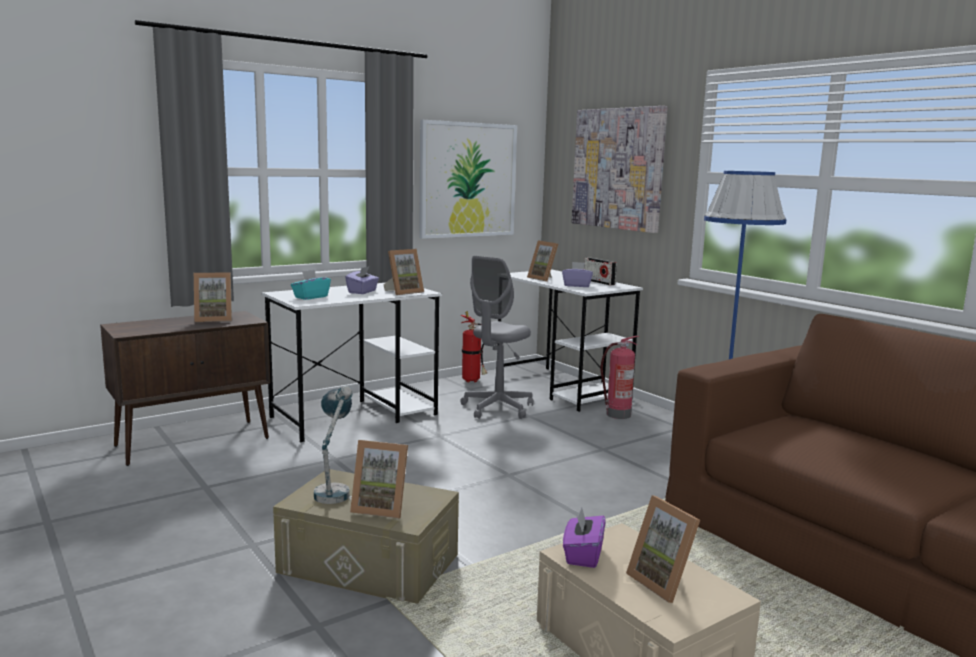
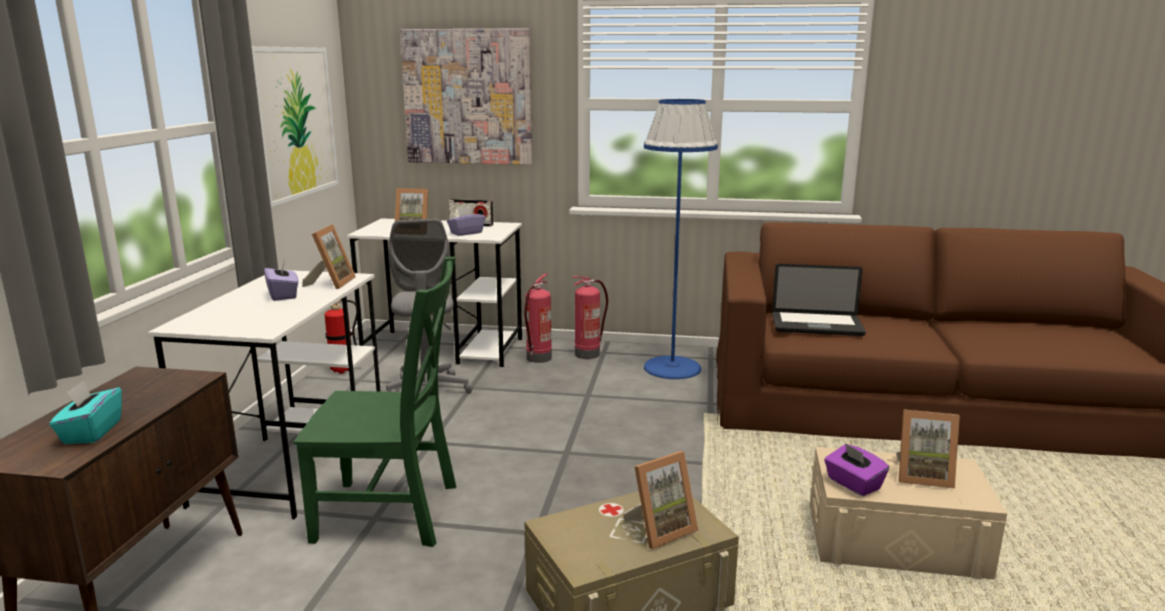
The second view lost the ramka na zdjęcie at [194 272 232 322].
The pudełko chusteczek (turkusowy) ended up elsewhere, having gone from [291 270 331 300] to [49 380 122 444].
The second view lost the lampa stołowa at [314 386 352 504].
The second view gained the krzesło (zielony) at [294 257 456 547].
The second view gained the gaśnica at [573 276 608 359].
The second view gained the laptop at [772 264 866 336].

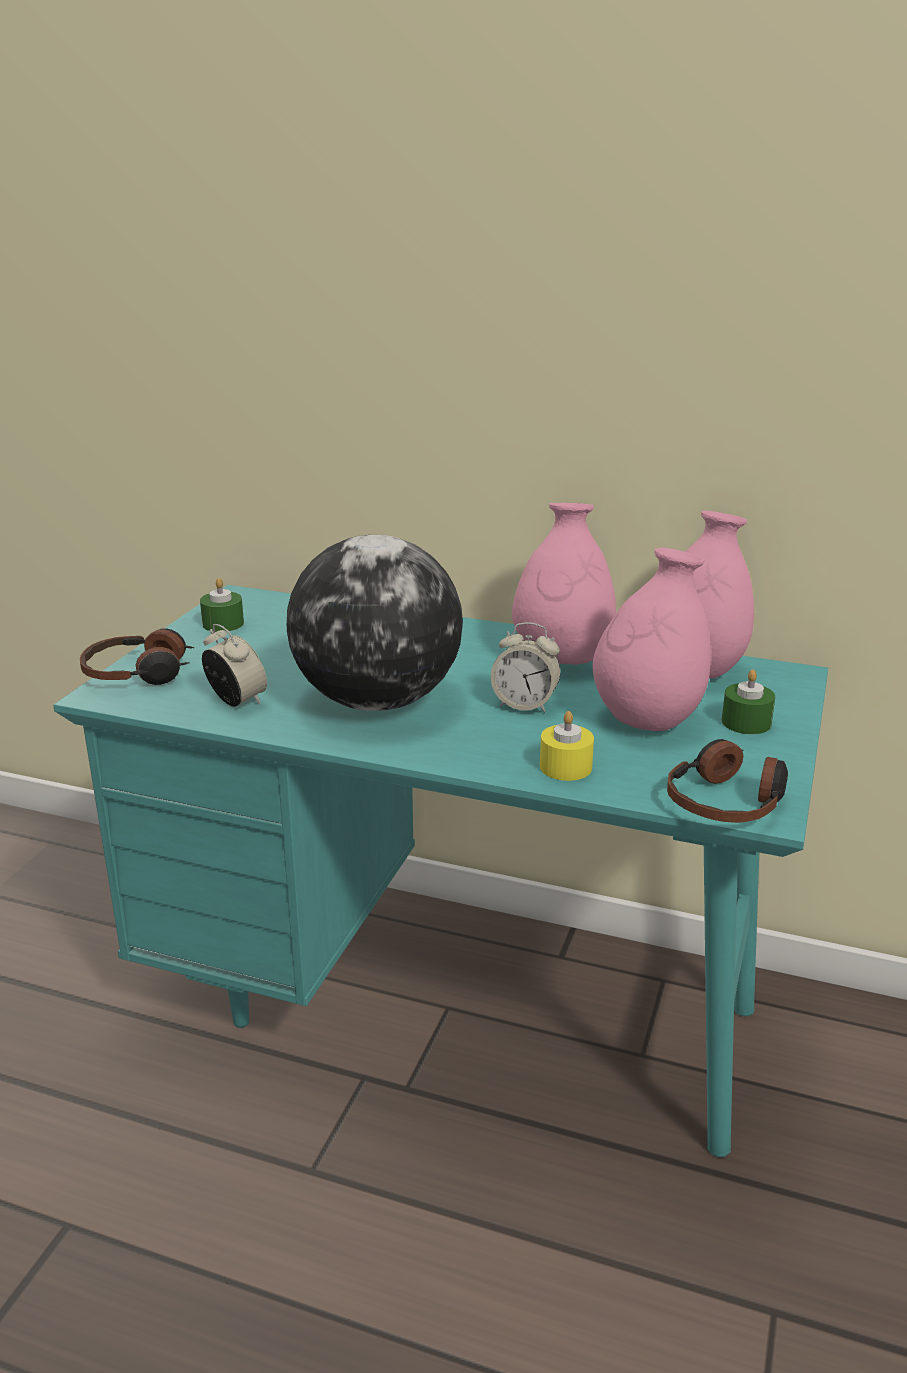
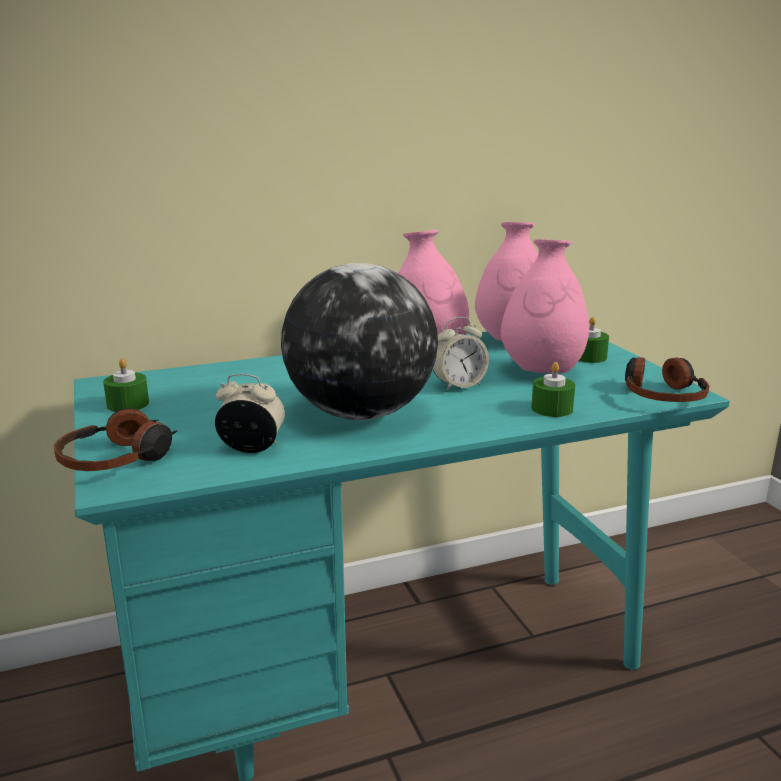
What was the świeca (żółty) at [540 711 594 781] turned into the świeca (zielony) at [531 362 575 417].

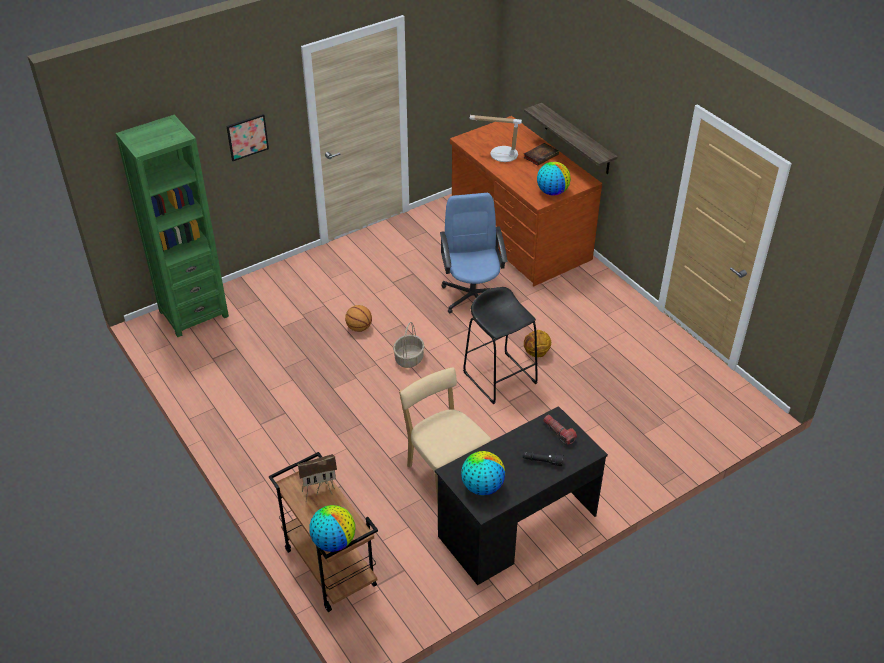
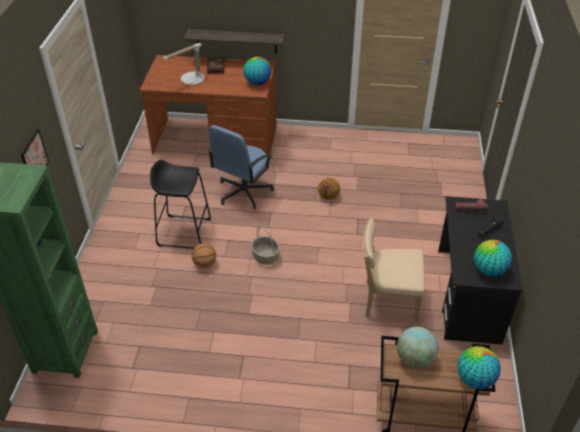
Where the domek stood at [297 454 337 501], the globus came to stand at [397 327 438 368].
The krzesło biurowe (niebieski) at [440 193 507 313] ended up facing another way, 90 degrees counterclockwise from before.
The stołek (czarny) ended up elsewhere, having gone from [463 287 538 404] to [150 160 211 249].

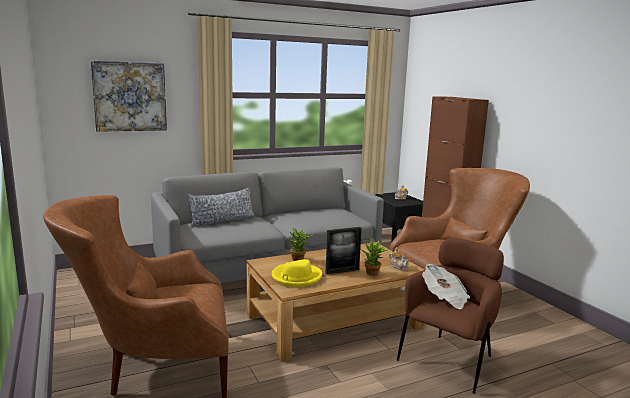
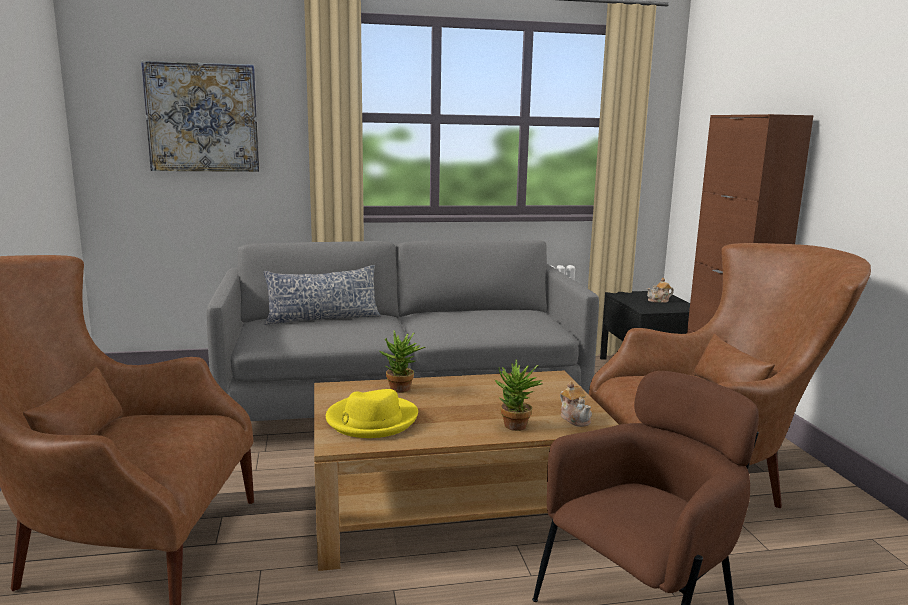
The second view lost the ramka na zdjęcie at [326 227 362 274].
The second view lost the gazeta at [422 264 470 309].

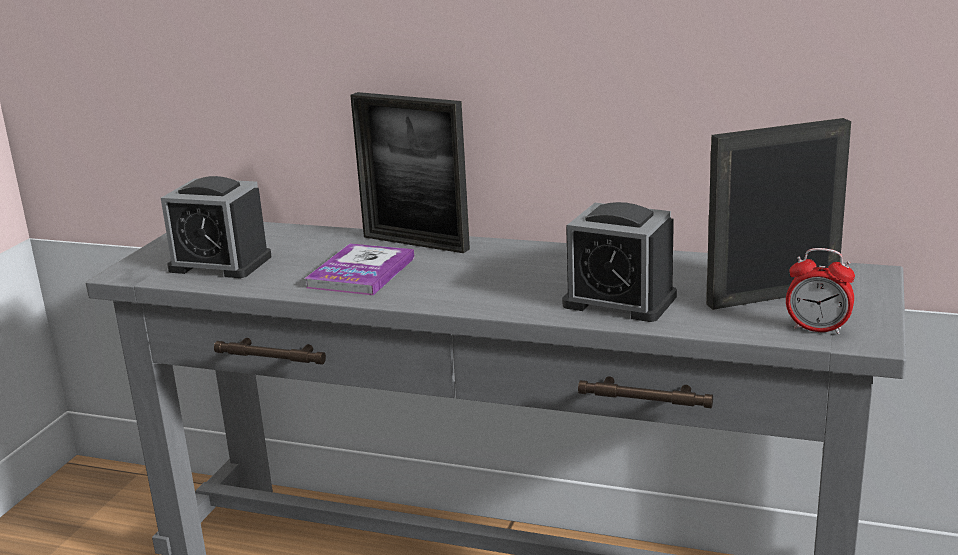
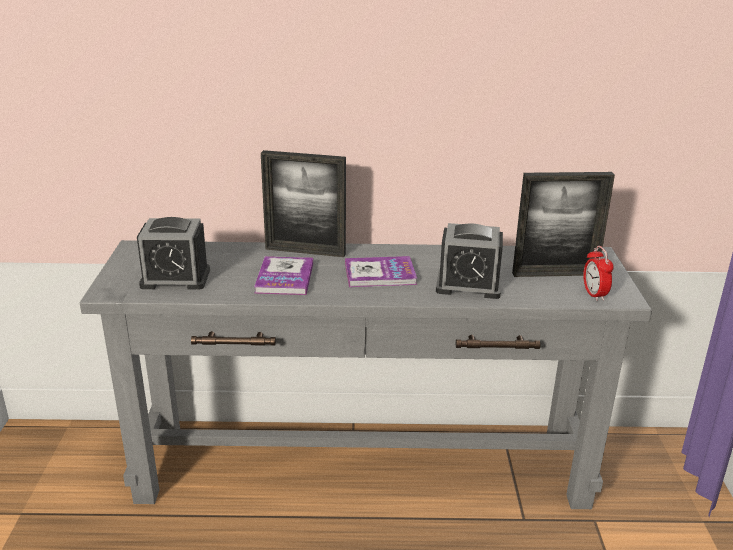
The ramka na zdjęcie at [706 118 851 310] ended up facing another way, 150 degrees counterclockwise from before.
The budzik at [786 248 855 335] ended up facing another way, 75 degrees clockwise from before.
The second view gained the książka at [345 256 418 287].

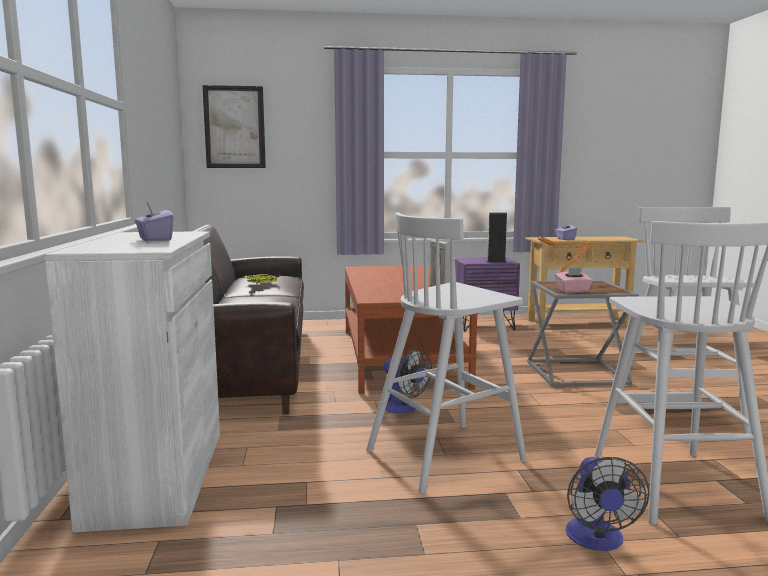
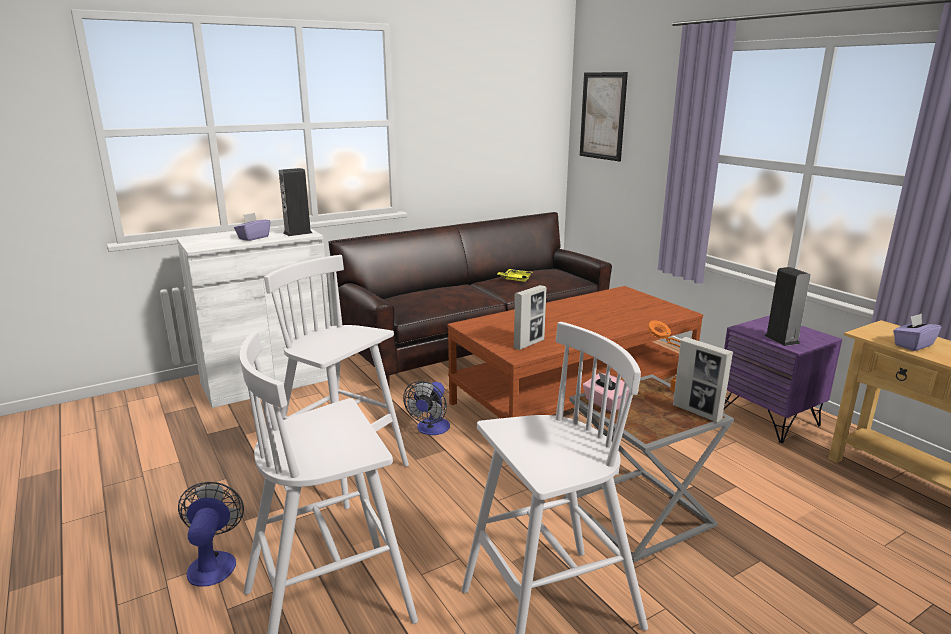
The wentylator at [566 457 650 551] ended up facing another way, 105 degrees clockwise from before.
The second view gained the głośnik at [279 168 312 236].
The second view gained the ramka na zdjęcie at [673 337 733 422].

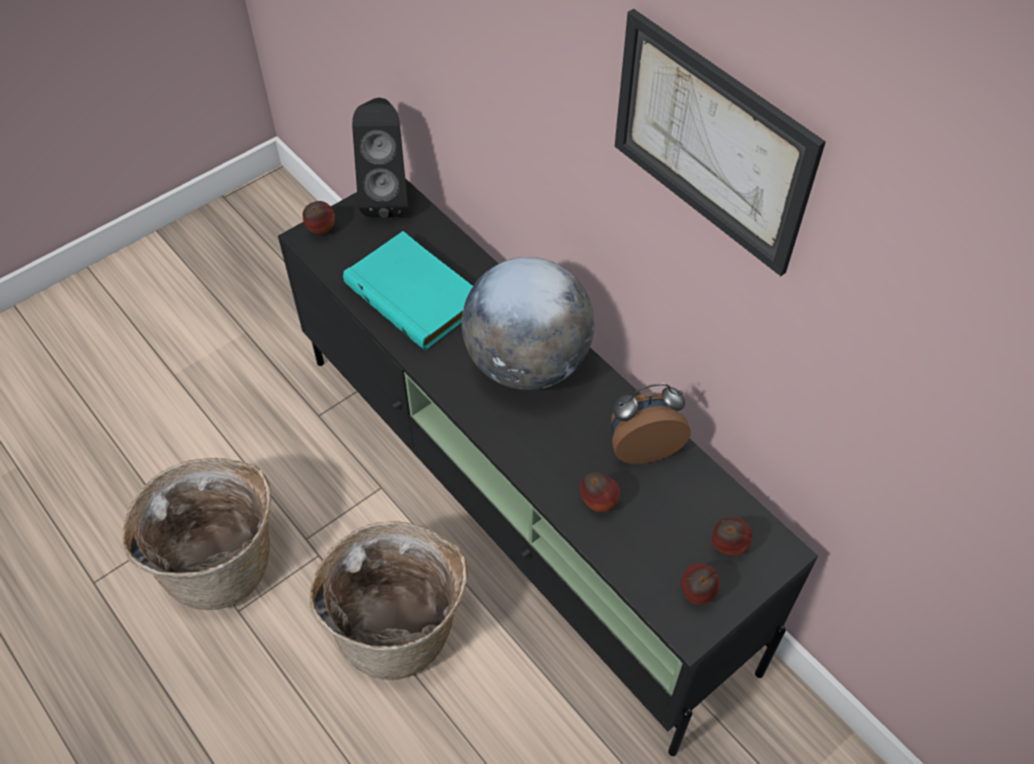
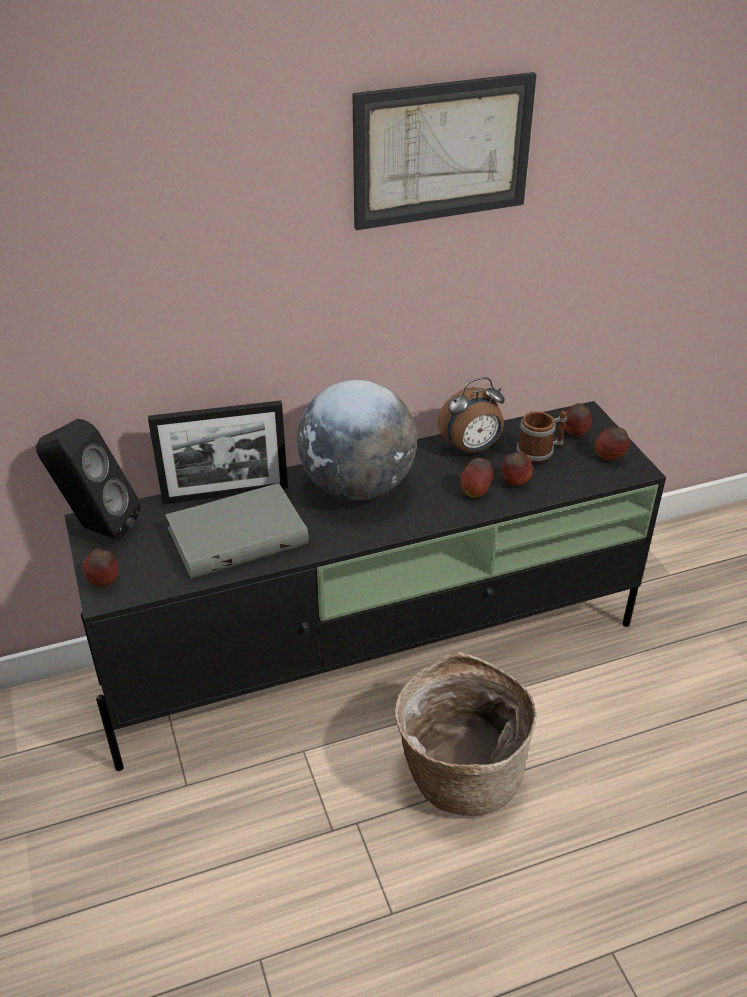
The second view lost the koszyk at [122 458 271 610].
What was the książka (turkusowy) at [343 231 473 351] turned into the książka (szary) at [165 483 309 579].
The budzik at [611 383 691 464] ended up facing another way, 120 degrees counterclockwise from before.
The second view gained the ramka na zdjęcie at [148 400 288 504].
The second view gained the jabłko at [461 458 493 497].
The second view gained the kubek at [516 411 567 465].

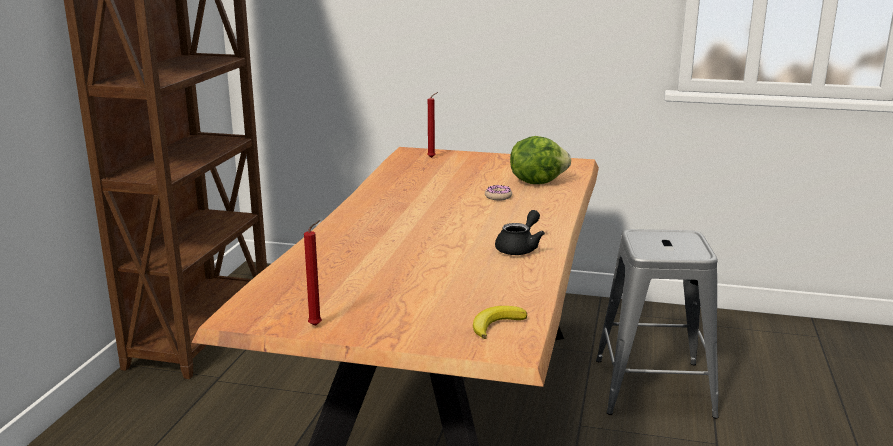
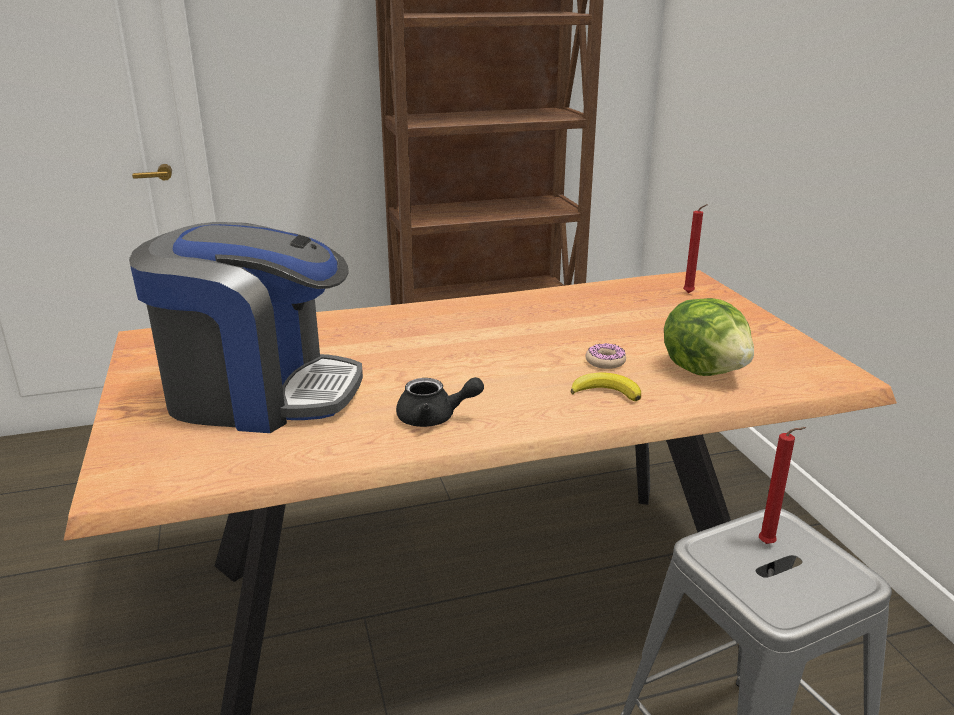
The świeca (czerwony) ended up elsewhere, having gone from [304 220 322 326] to [759 427 806 544].
The banan ended up elsewhere, having gone from [473 306 527 339] to [571 372 641 401].
The second view gained the ekspres do kawy at [129 222 363 433].

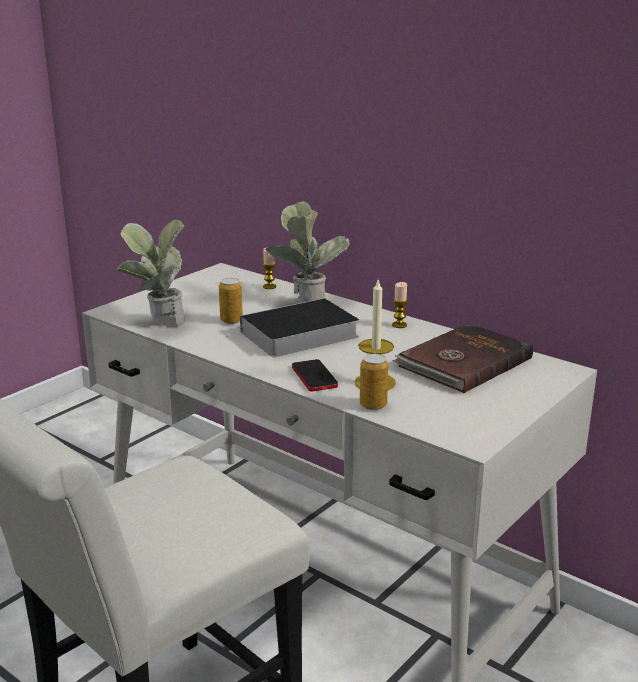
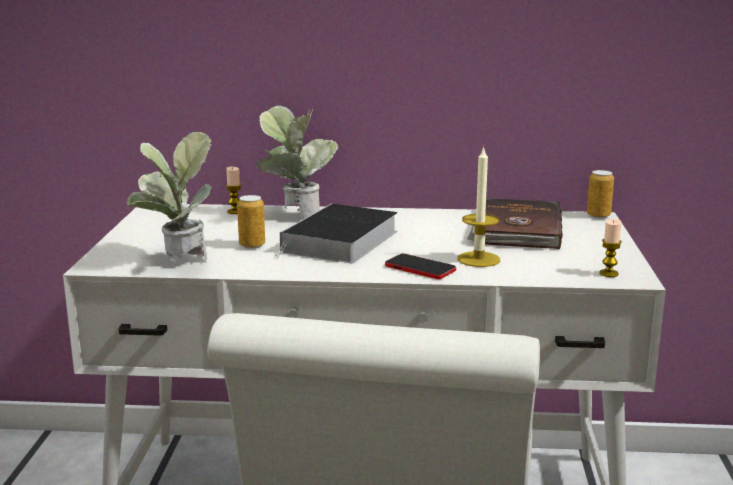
The puszka ended up elsewhere, having gone from [360 354 389 410] to [587 170 614 218].
The świeca ended up elsewhere, having gone from [392 282 408 328] to [599 219 622 277].

